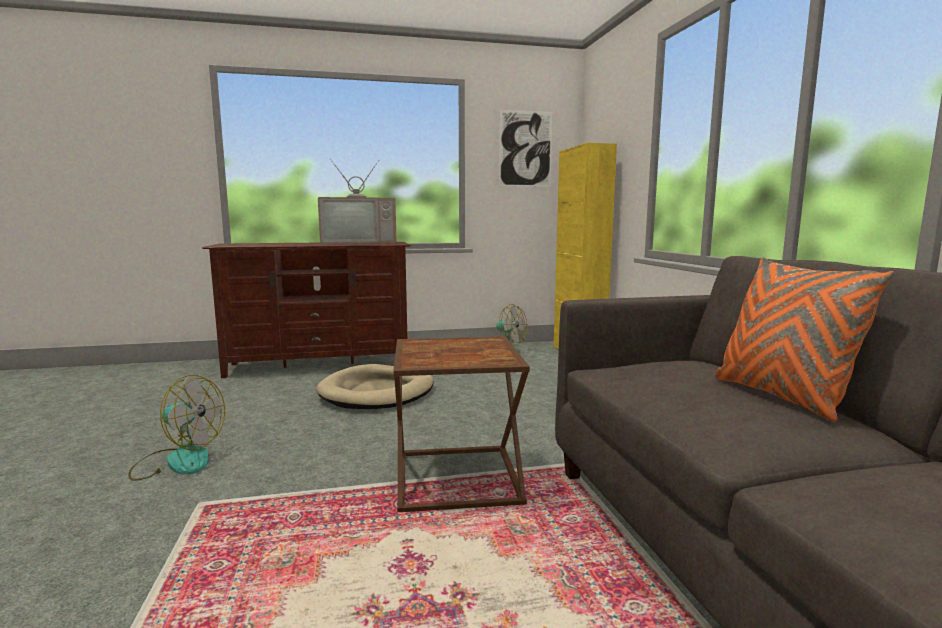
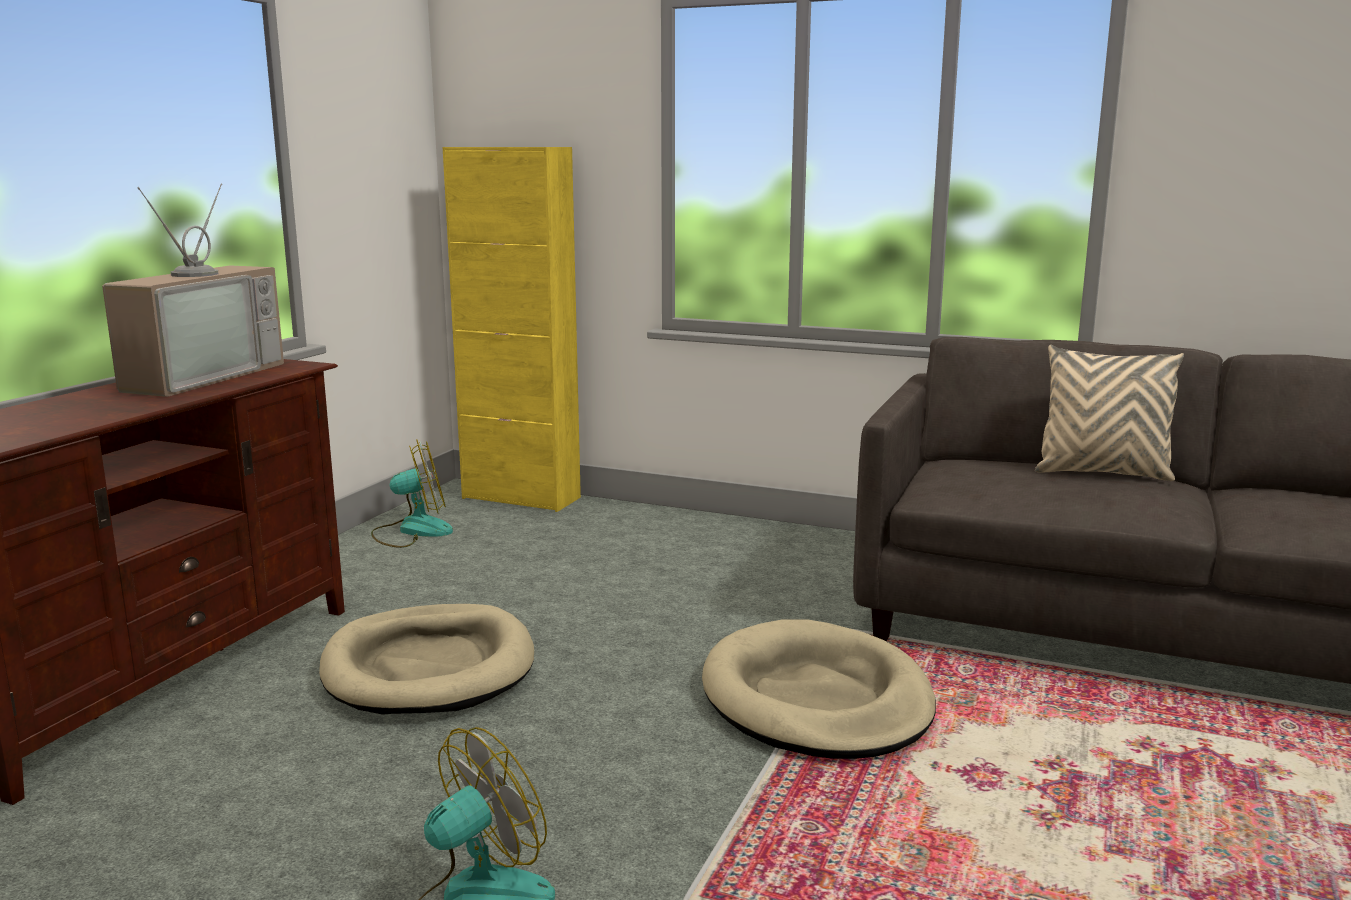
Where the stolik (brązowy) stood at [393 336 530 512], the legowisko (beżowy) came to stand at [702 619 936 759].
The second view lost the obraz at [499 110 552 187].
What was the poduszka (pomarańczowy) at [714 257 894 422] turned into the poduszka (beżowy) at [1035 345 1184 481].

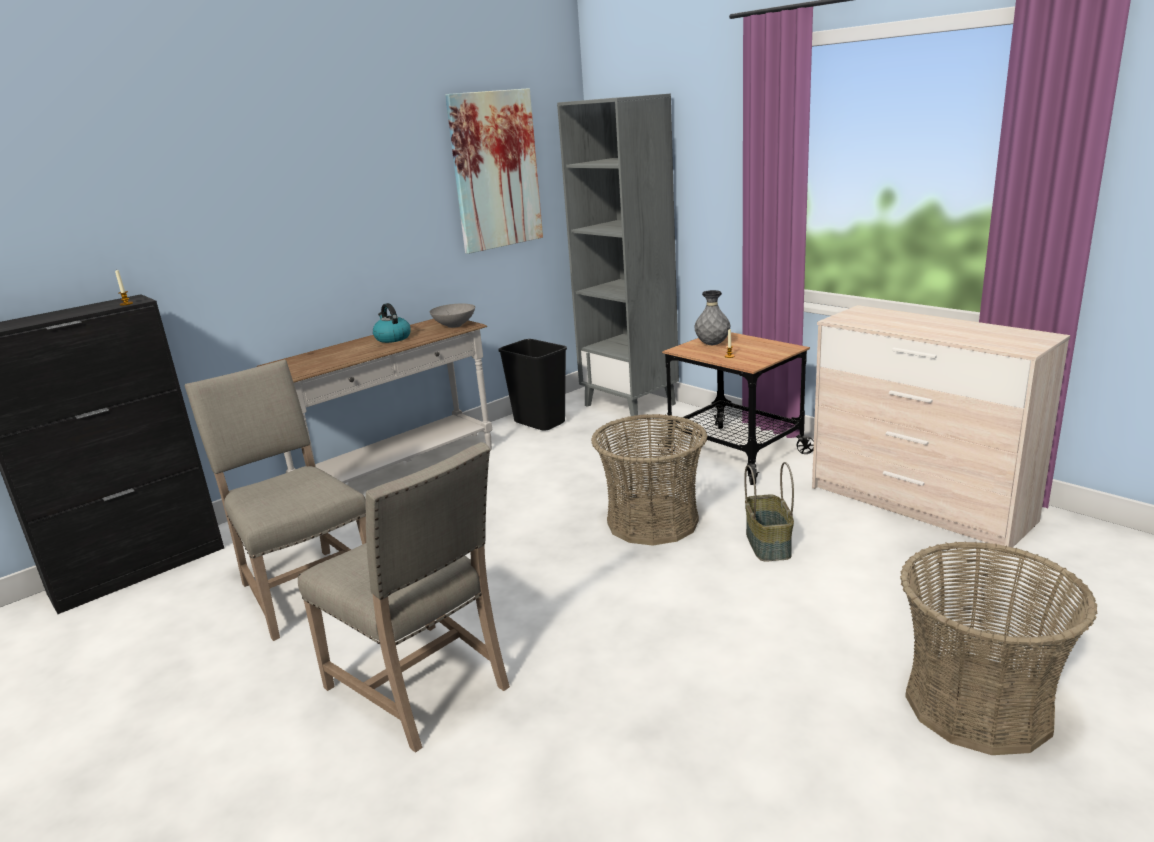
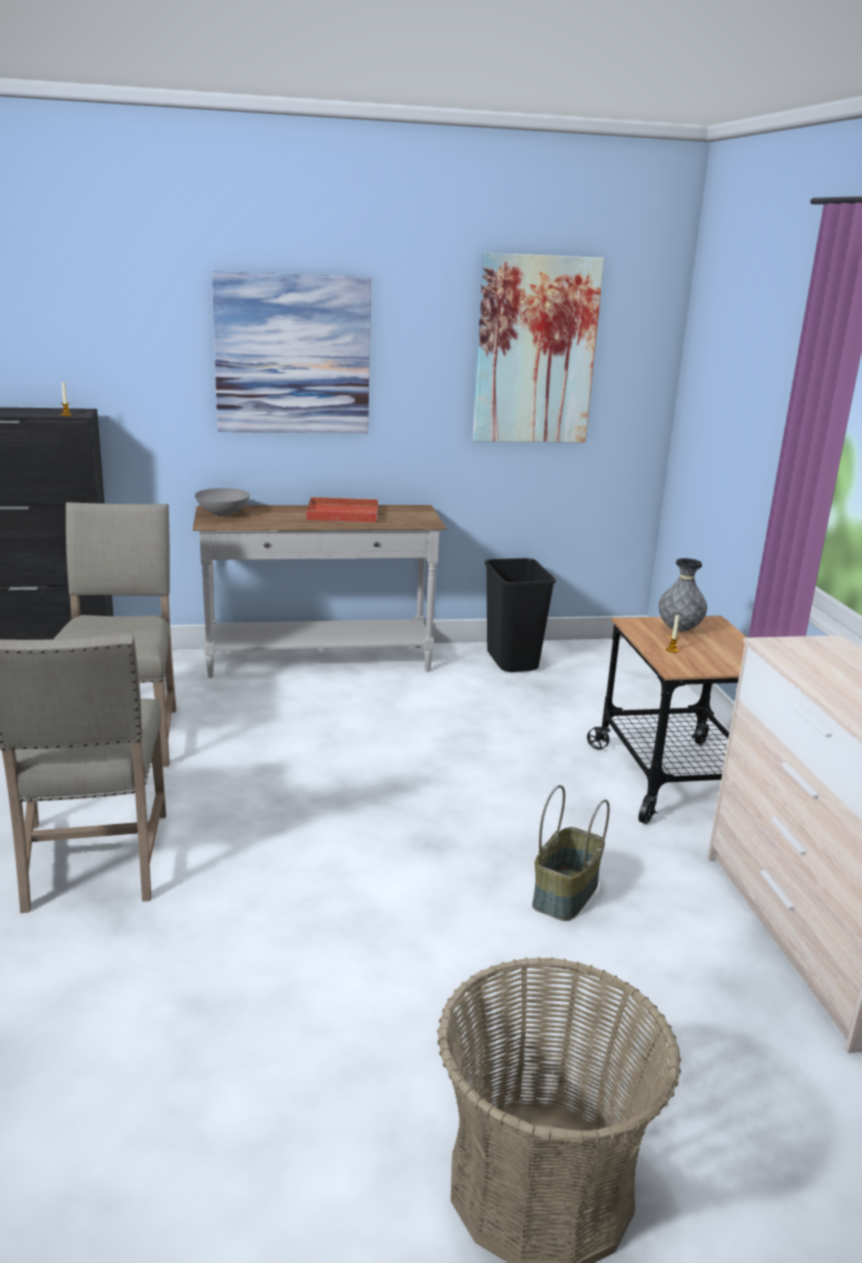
Where the czajnik stood at [373 303 411 343], the taca (czerwony) came to stand at [306 496 378 523].
The miska (szary) ended up elsewhere, having gone from [430 304 475 328] to [195 488 250 517].
The second view lost the regał (szary) at [557 94 679 416].
The second view lost the koszyk at [591 414 707 546].
The second view gained the obraz at [212 272 371 434].

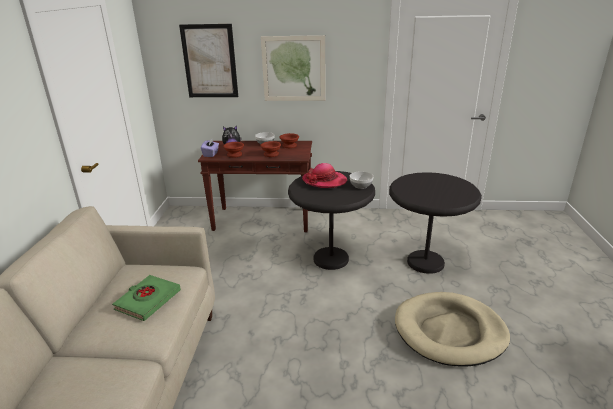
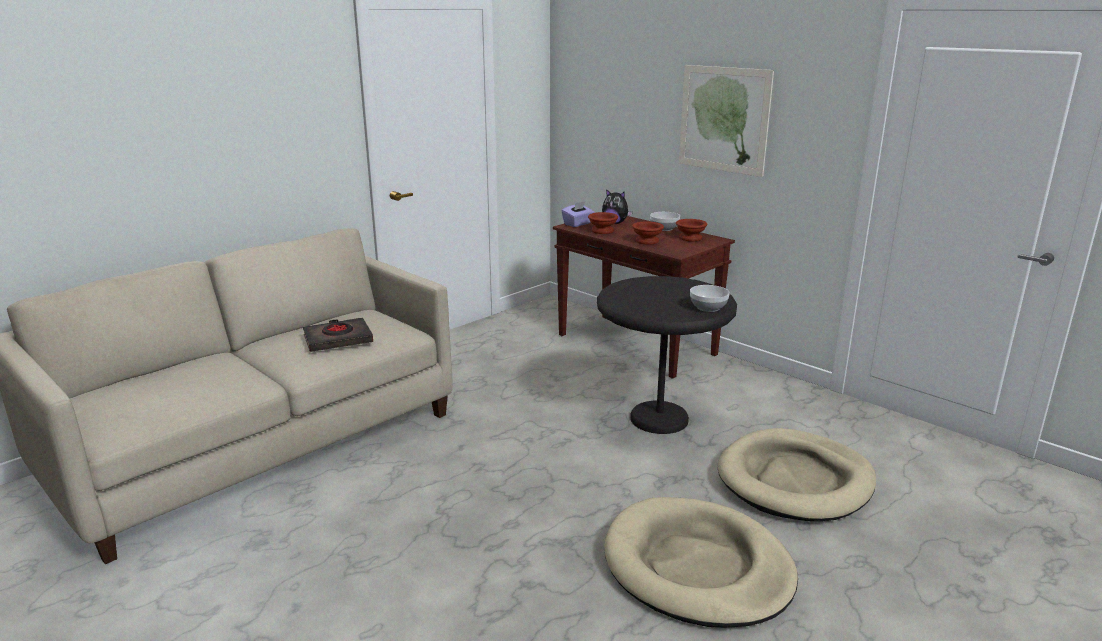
What was the książka (zielony) at [112 275 181 321] turned into the książka (czarny) at [303 317 373 352].
The second view lost the obraz at [179 24 238 97].
The second view lost the kapelusz at [302 163 347 188].
Where the stolik (czarny) stood at [389 172 482 274], the legowisko (beżowy) came to stand at [718 428 876 521].

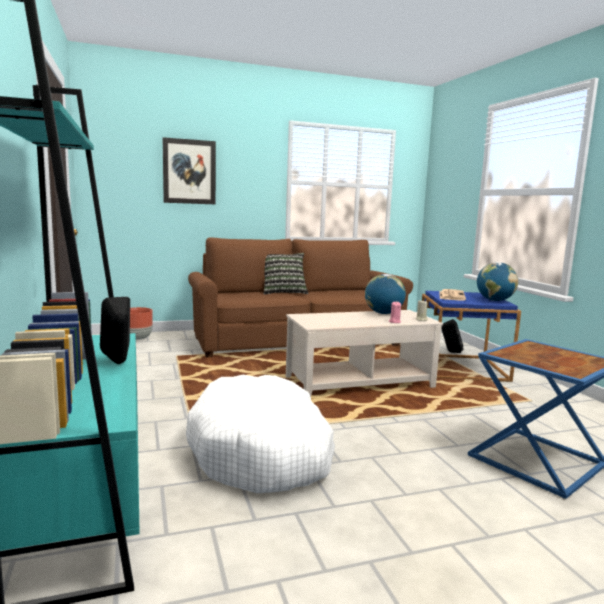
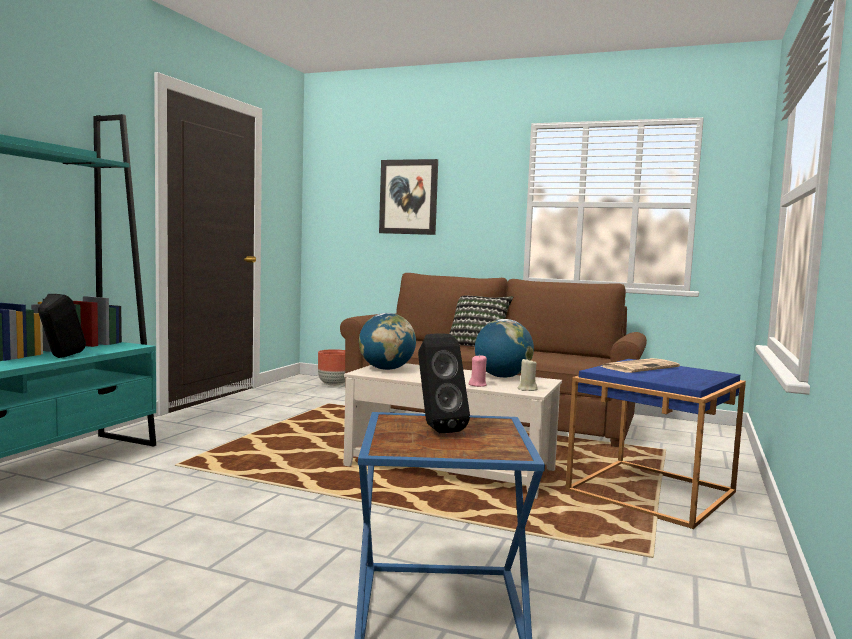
The second view lost the legowisko (biały) at [186 375 335 493].
The głośnik (czarny) ended up elsewhere, having gone from [441 319 464 353] to [418 333 470 433].
The globus ended up elsewhere, having gone from [477 262 518 301] to [359 313 416 370].

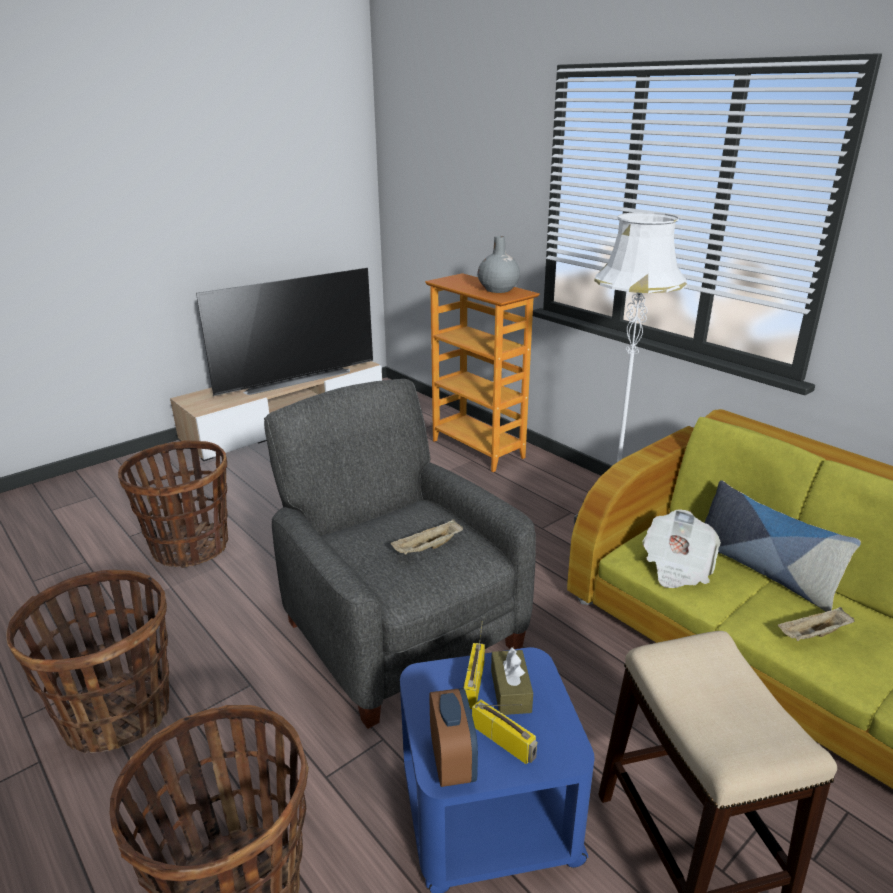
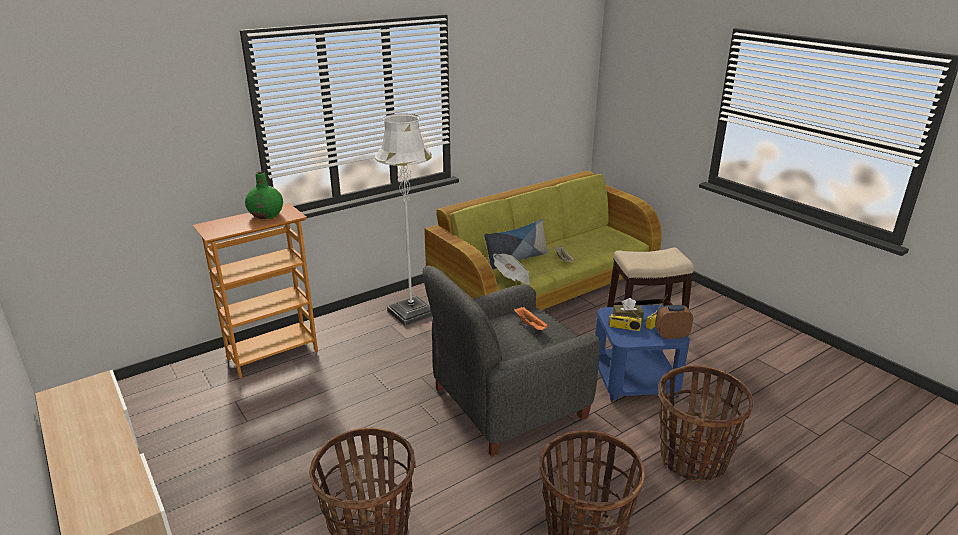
The second view lost the telewizor at [196 268 373 396].
What was the taca (beżowy) at [391 519 463 555] turned into the taca (pomarańczowy) at [514 307 548 330].
What was the wazon (szary) at [477 236 520 293] turned into the wazon (zielony) at [245 172 283 219].

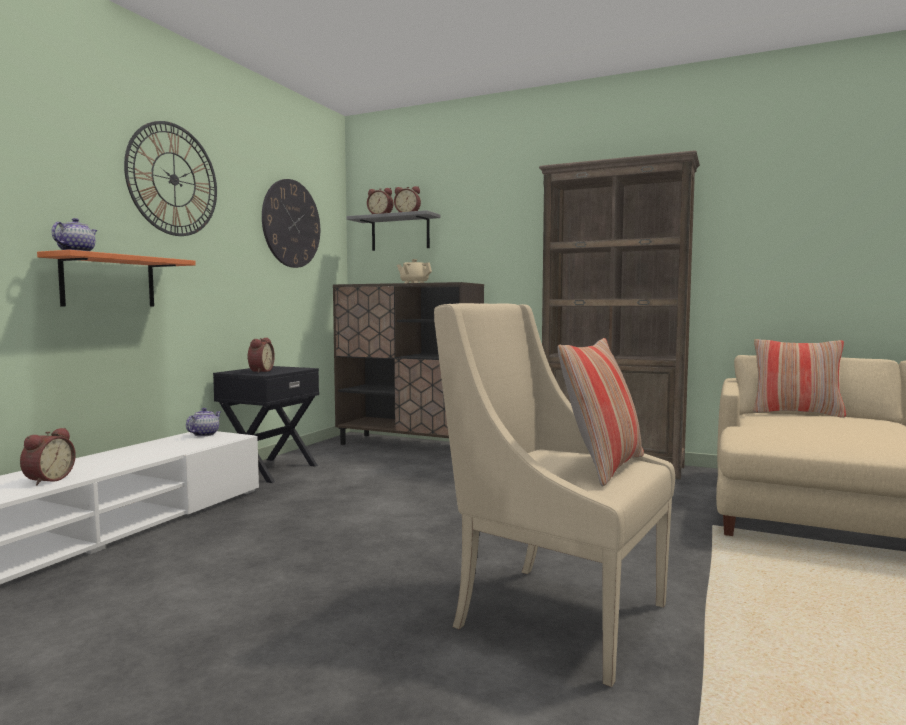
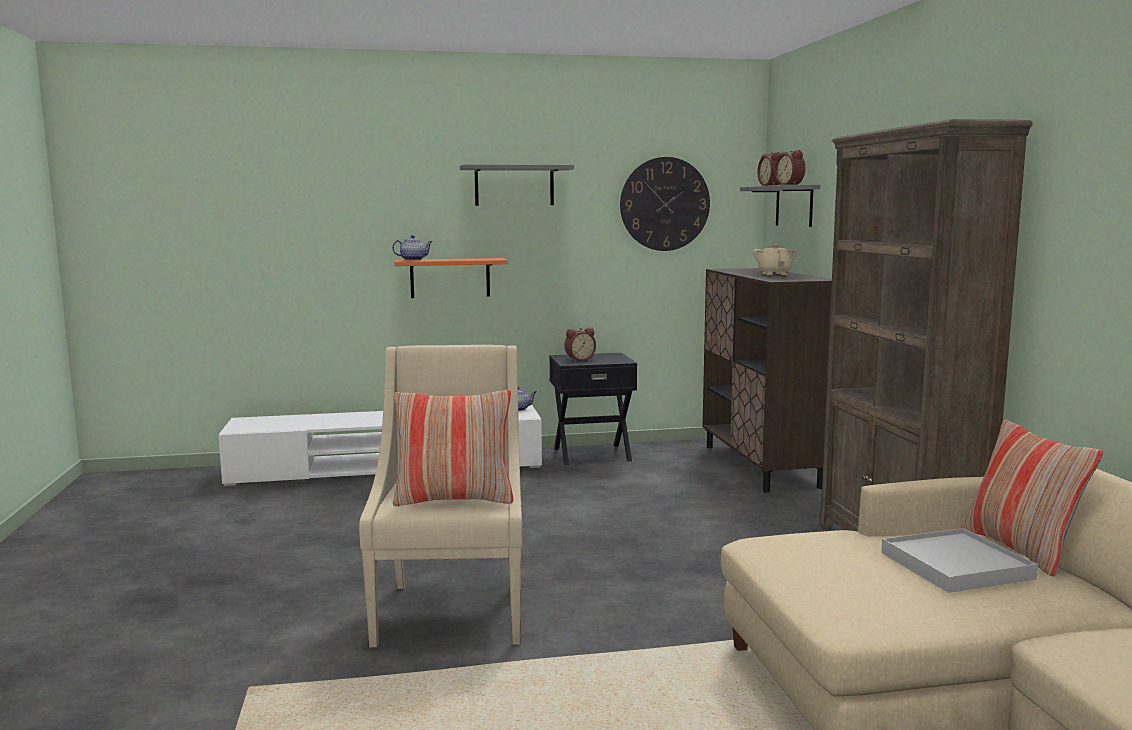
The second view lost the budzik at [20 428 76 486].
Where the zegar ścienny hung at [124 121 217 236], the półka (szary) came to hang at [460 164 574 206].
The second view gained the taca (biały) at [881 528 1038 593].

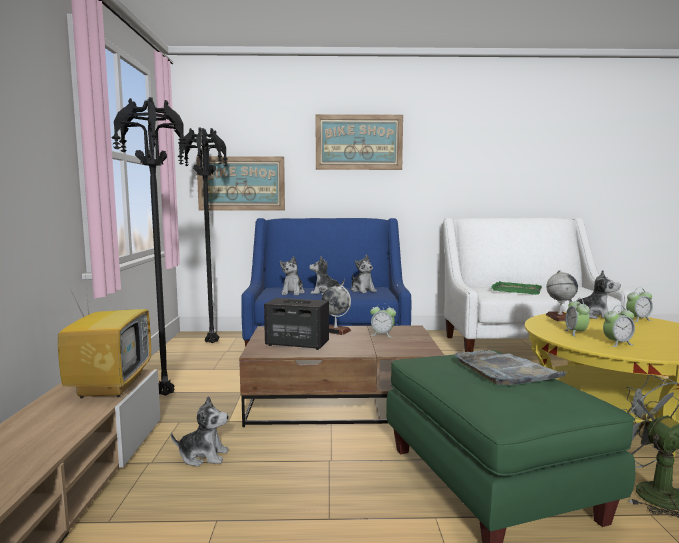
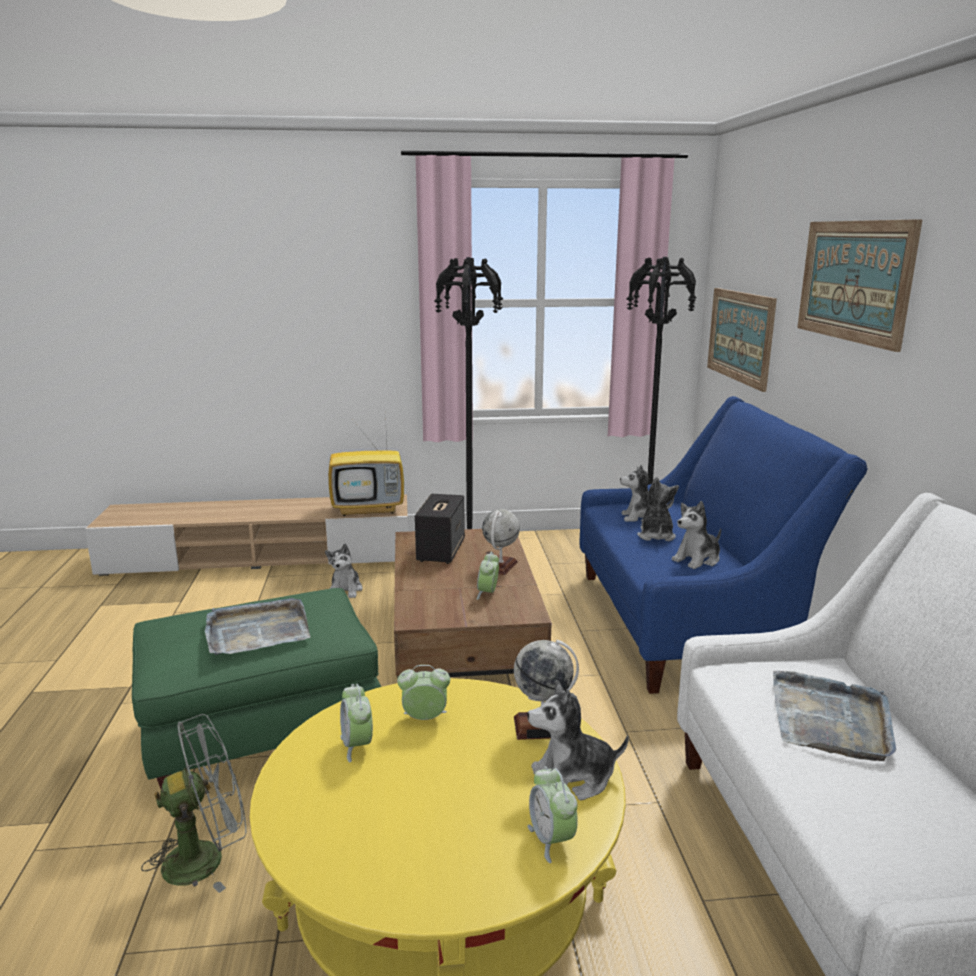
What was the taca (zielony) at [491 281 542 295] turned into the taca (szary) at [773 671 896 761].
The pluszak at [569 270 621 319] ended up facing another way, 60 degrees clockwise from before.

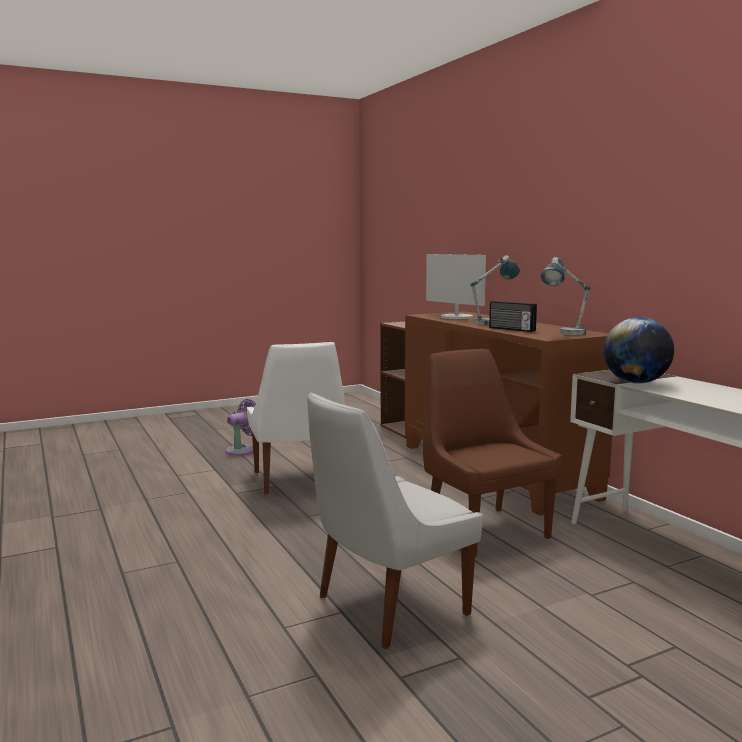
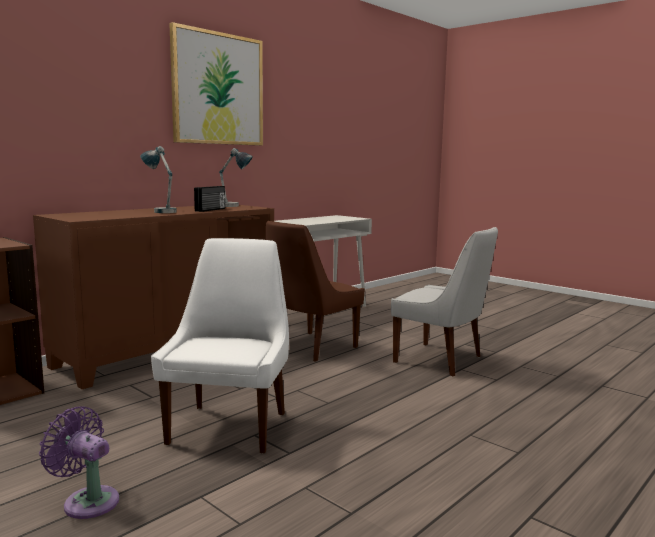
The krzesło (biały) at [247 342 345 495] ended up facing another way, 45 degrees counterclockwise from before.
The second view lost the monitor at [426 254 486 319].
The second view lost the globus at [603 317 674 384].
The second view gained the obraz at [169 22 263 146].

